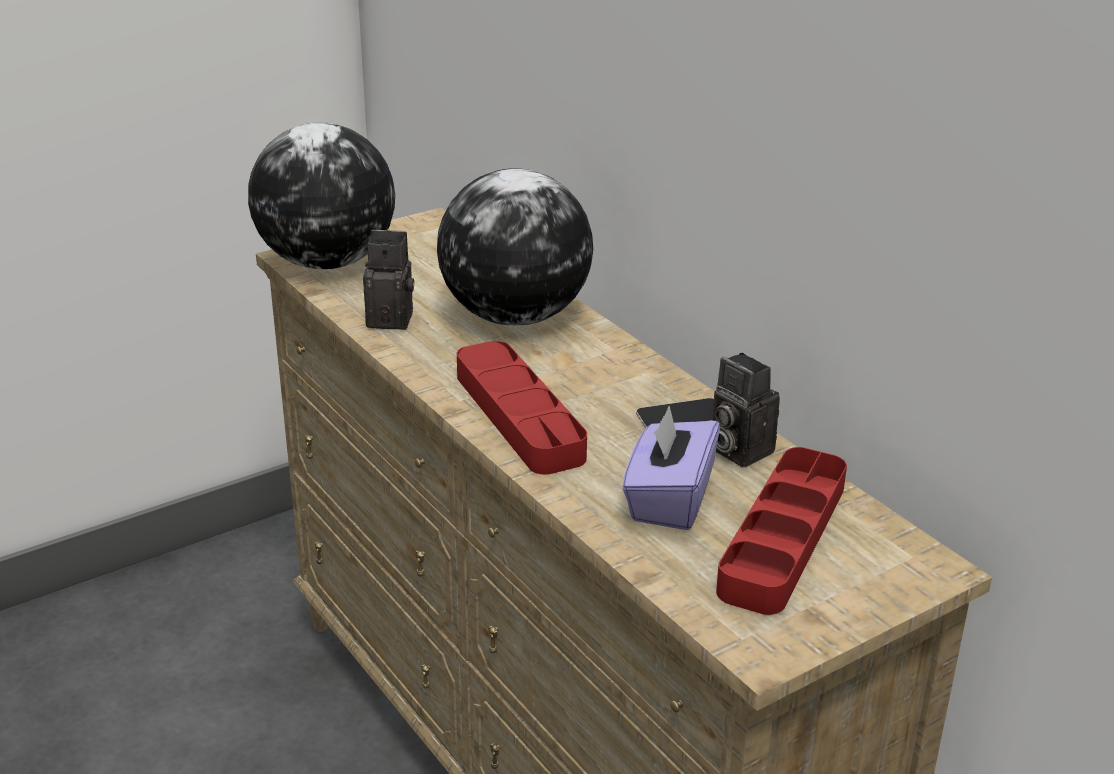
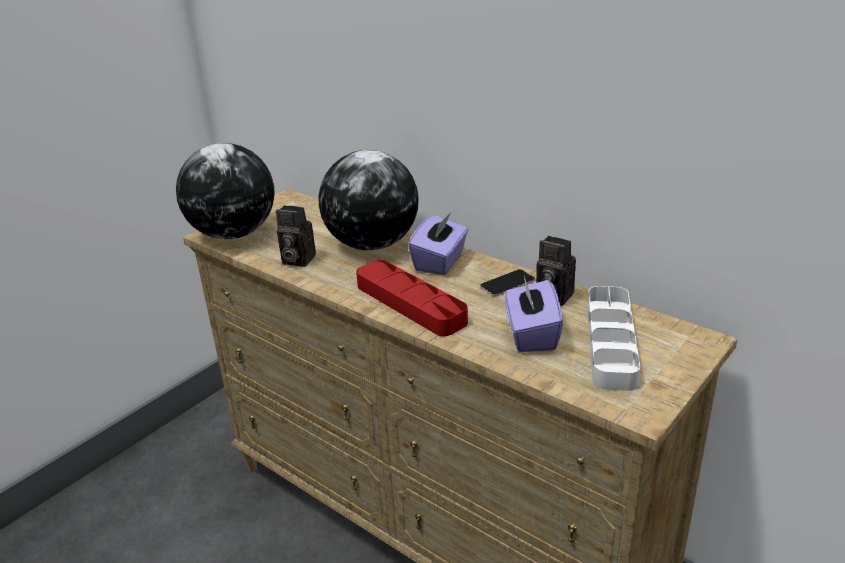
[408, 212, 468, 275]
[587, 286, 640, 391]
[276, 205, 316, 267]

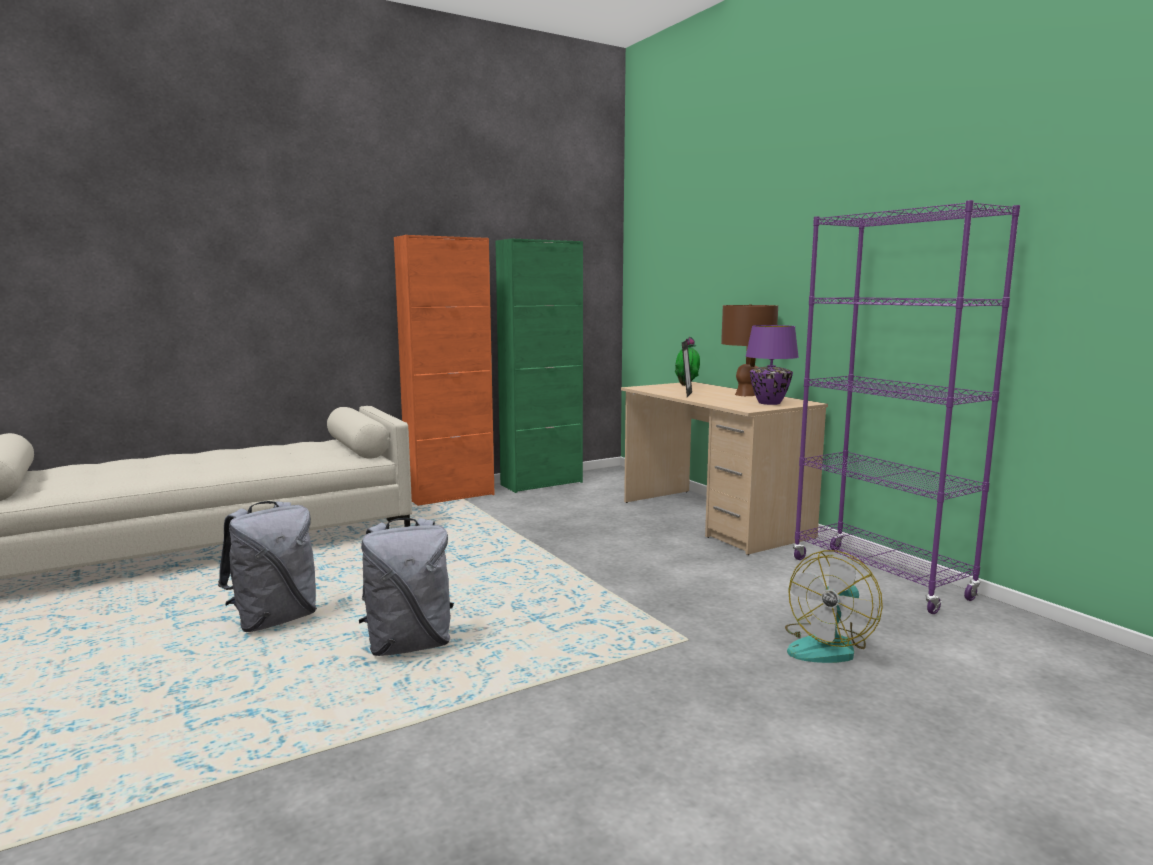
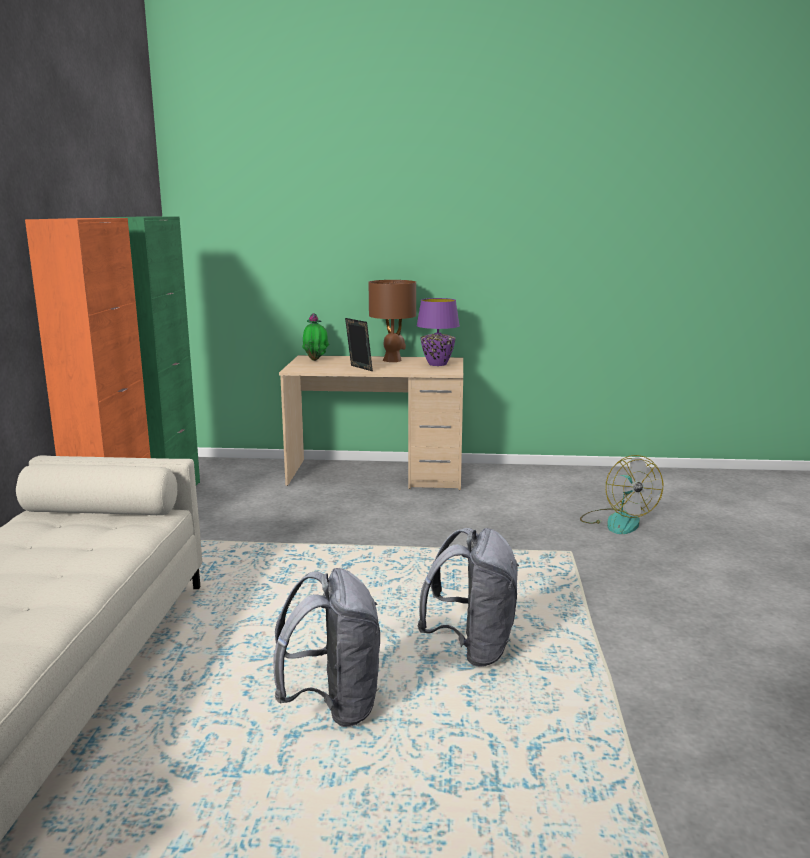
[793, 200, 1020, 614] (first image)

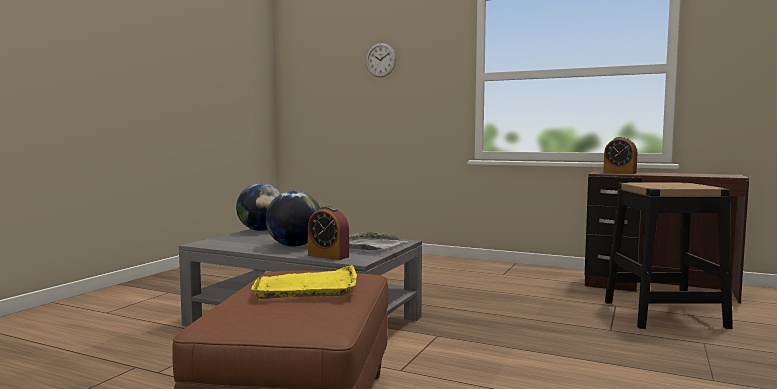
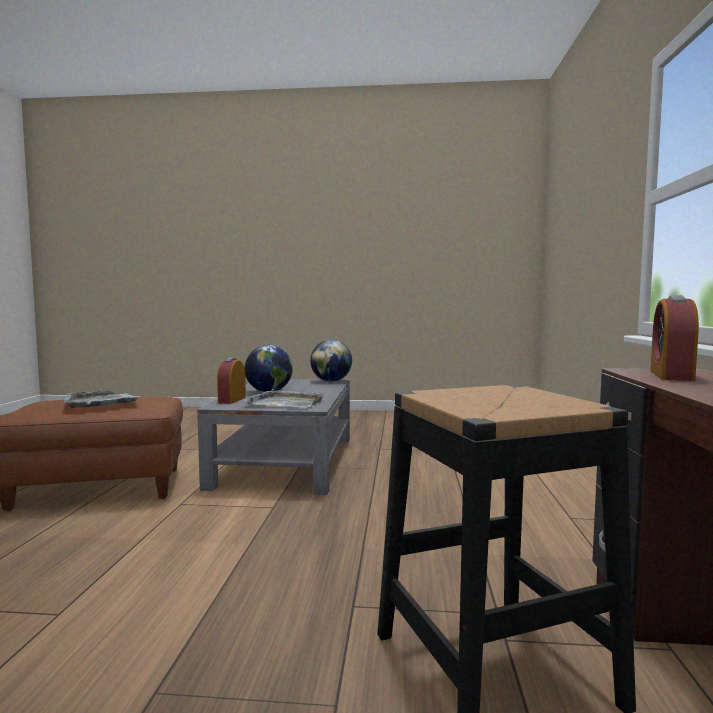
[366, 43, 396, 77] (first image)
[64, 390, 138, 408]

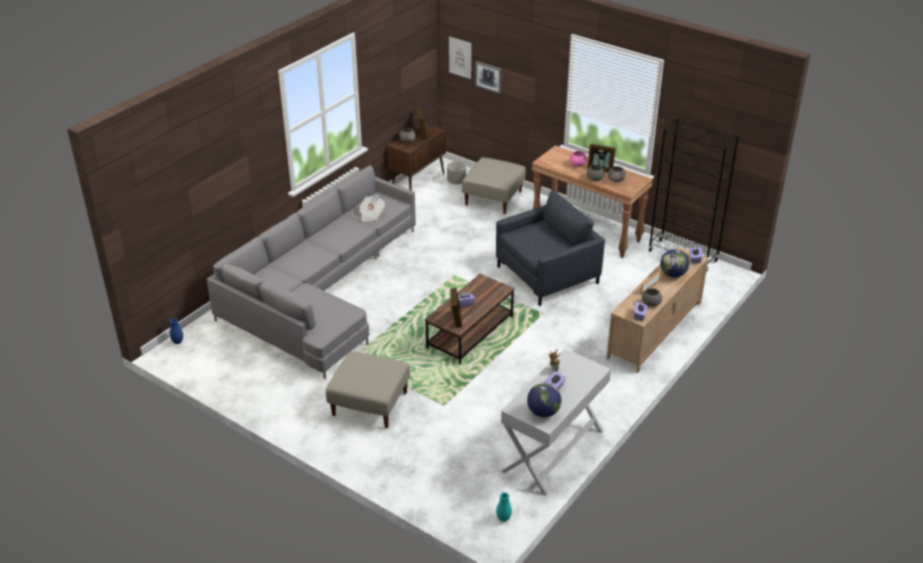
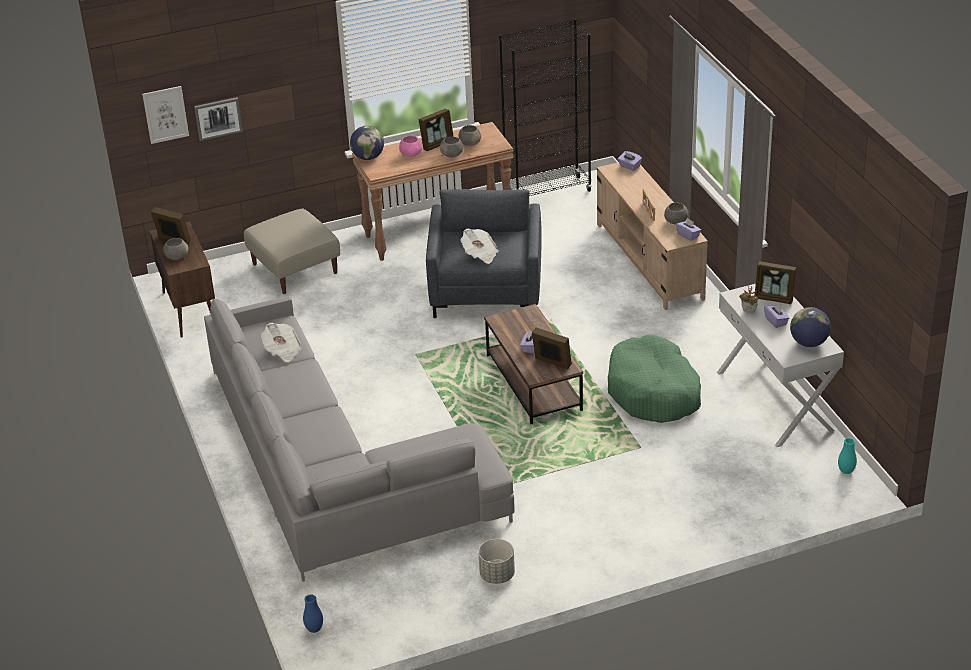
[326, 351, 410, 428] (first image)
[460, 229, 499, 264]
[608, 335, 701, 423]
[755, 261, 796, 304]
[478, 539, 515, 584]
[350, 126, 384, 160]

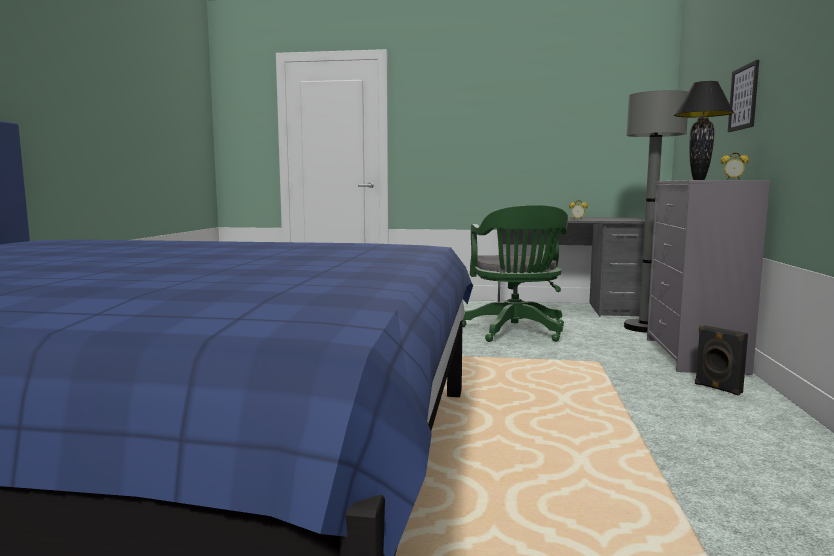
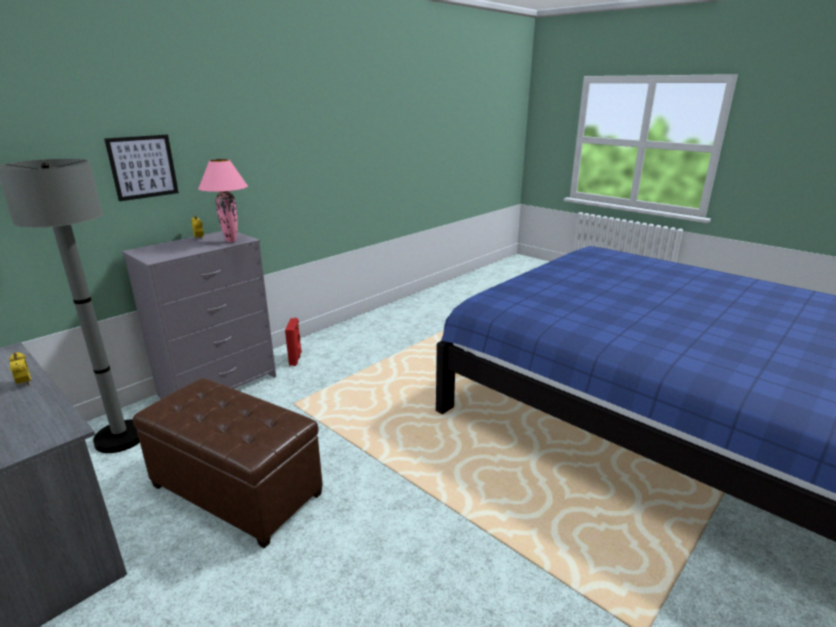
[133, 378, 323, 549]
[198, 159, 248, 243]
[285, 318, 302, 366]

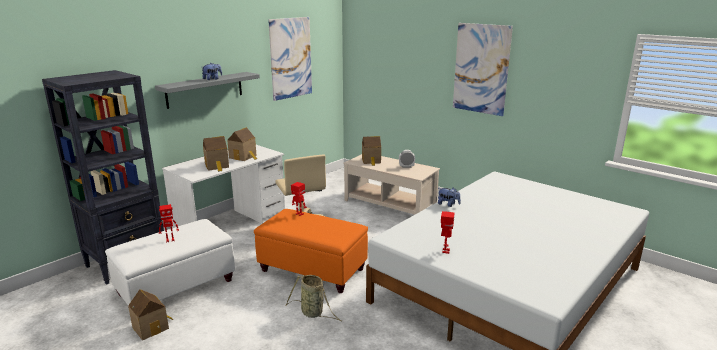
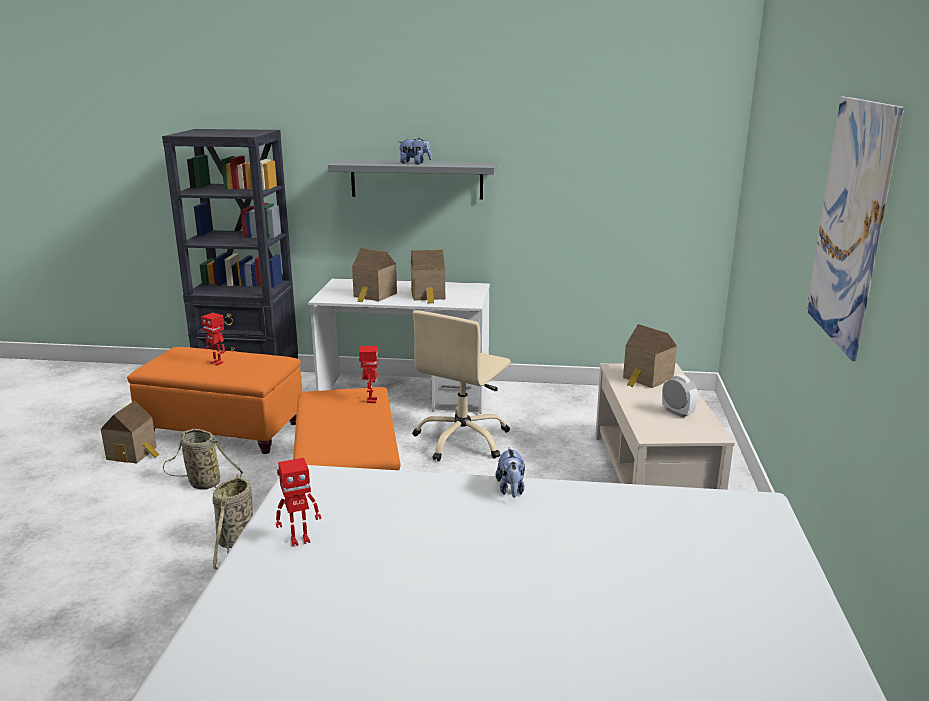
[268, 17, 312, 101] (first image)
[163, 429, 243, 490]
[127, 347, 302, 454]

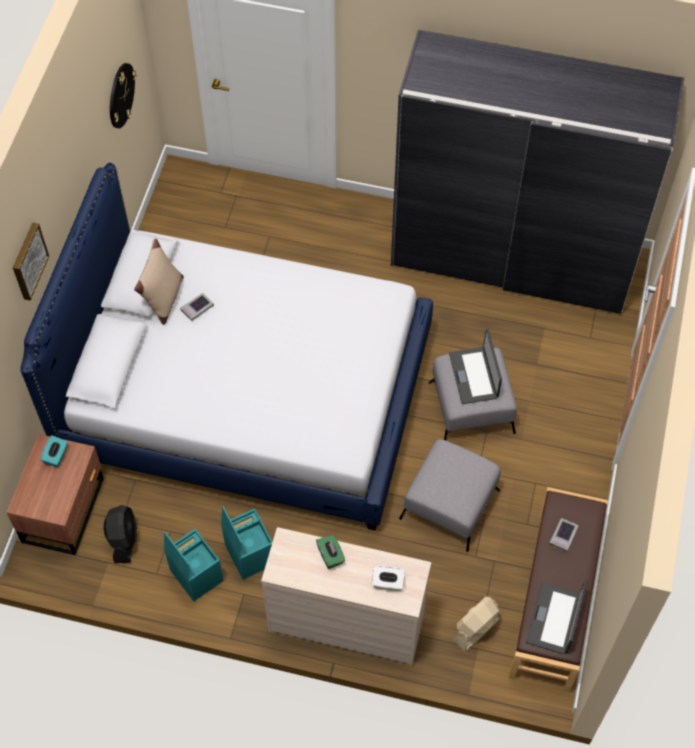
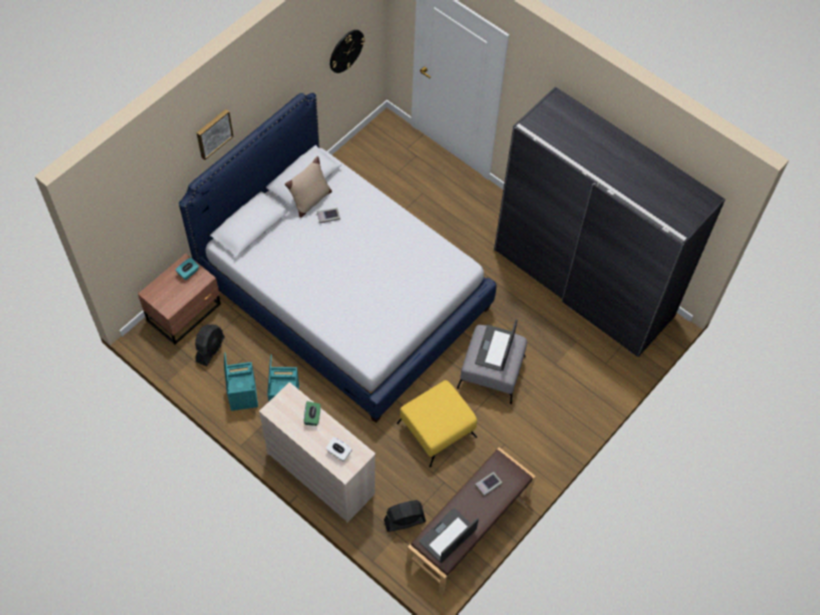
[397, 380, 477, 467]
[384, 500, 426, 532]

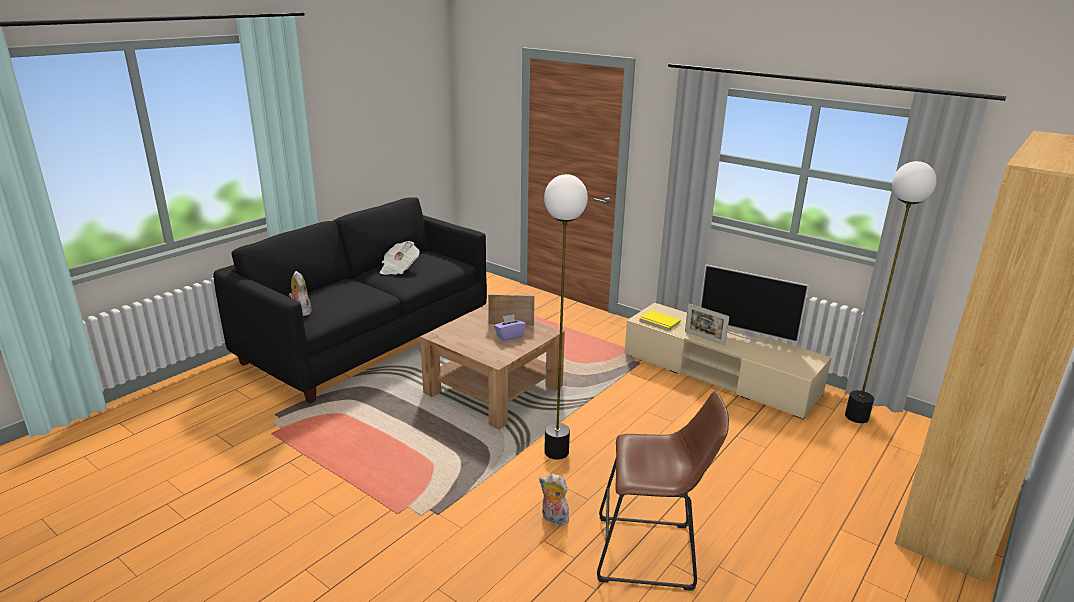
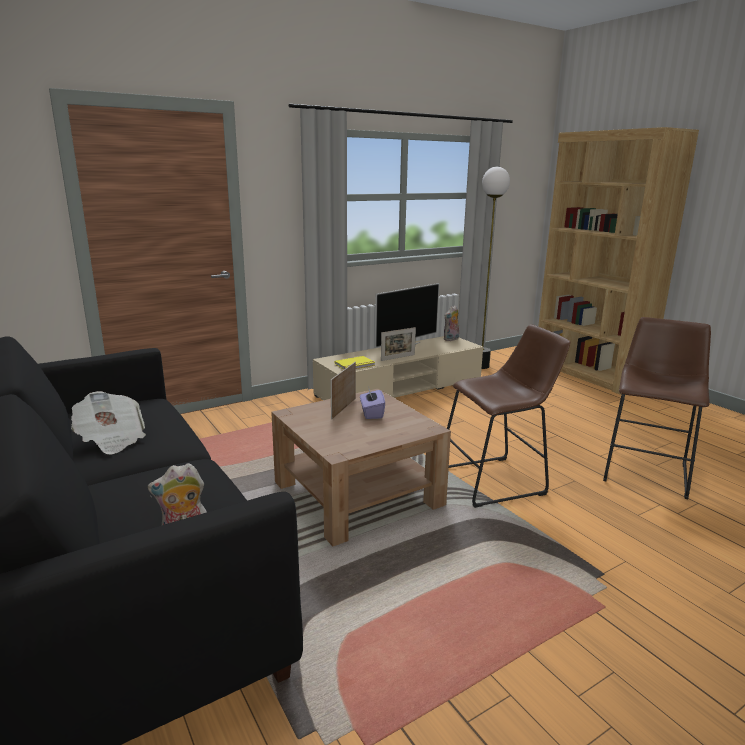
[444, 306, 459, 341]
[447, 324, 570, 508]

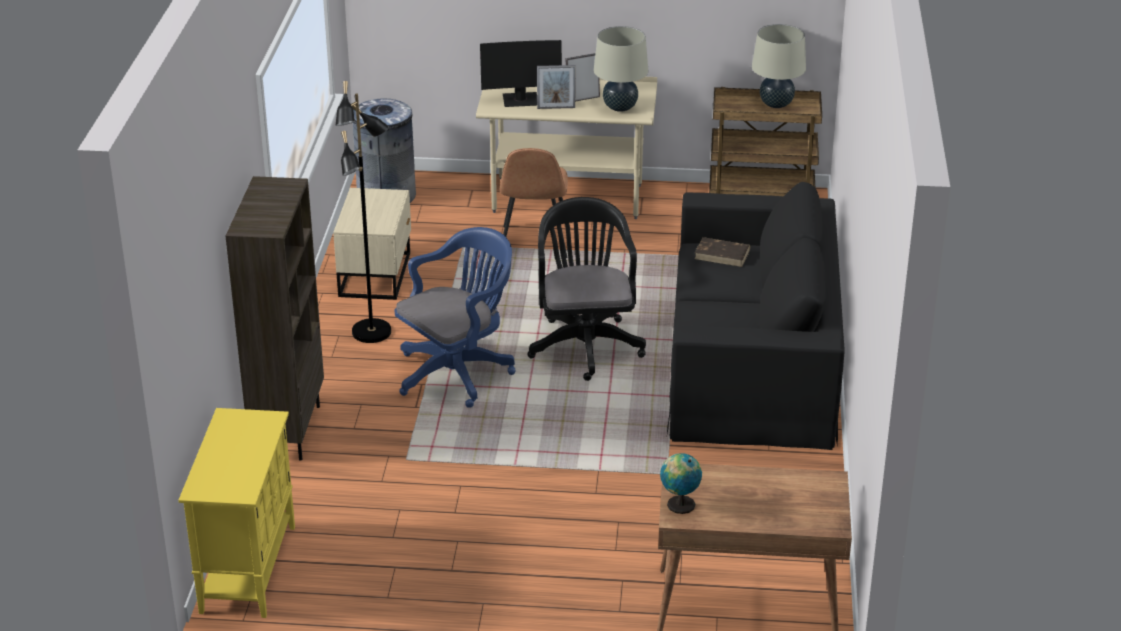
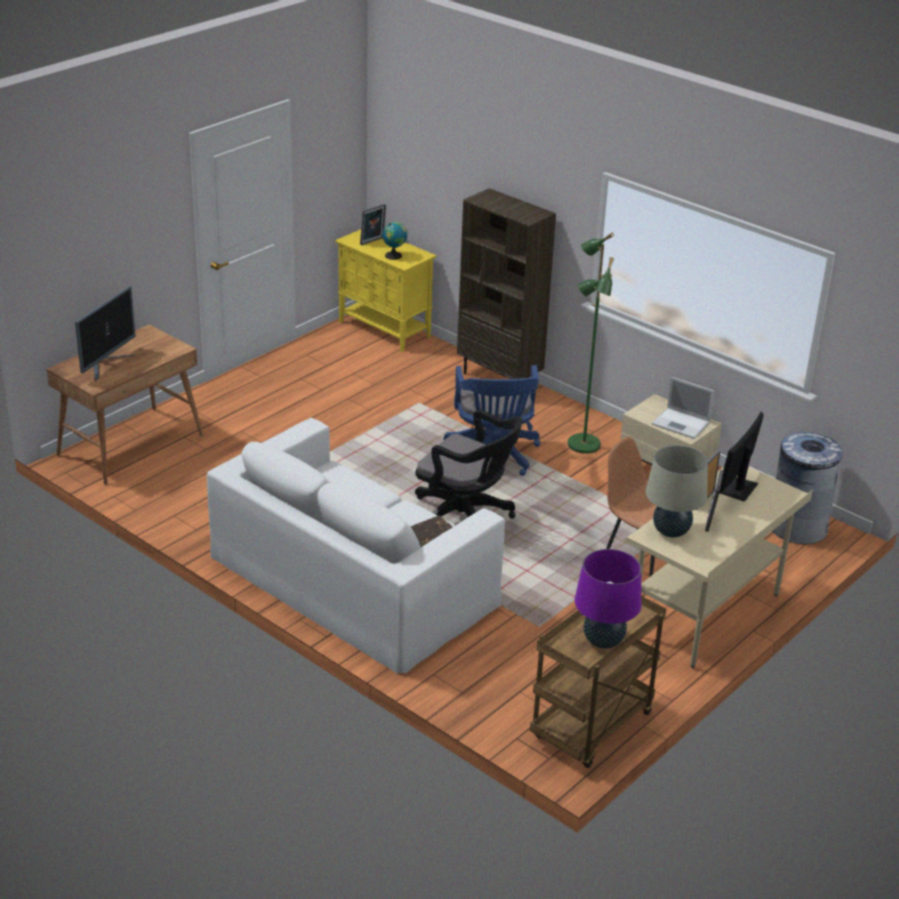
[75, 286, 136, 381]
[360, 204, 386, 245]
[652, 377, 715, 439]
[382, 222, 407, 260]
[568, 233, 614, 454]
[207, 418, 505, 674]
[575, 549, 641, 648]

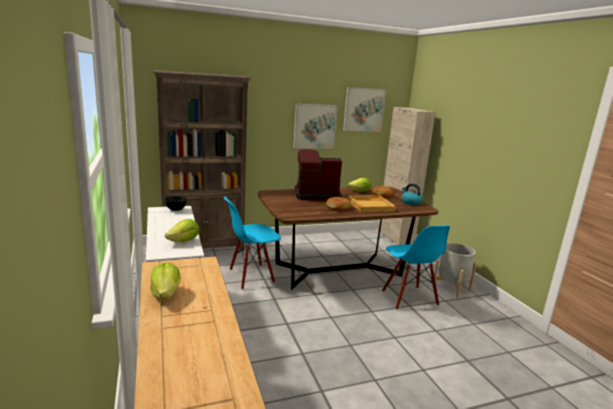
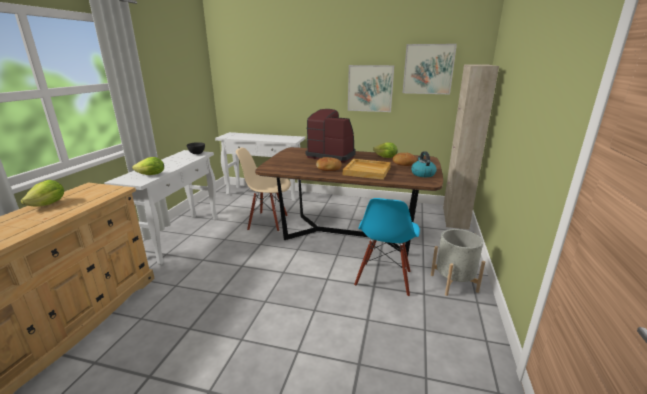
[215, 132, 305, 202]
[236, 148, 291, 232]

